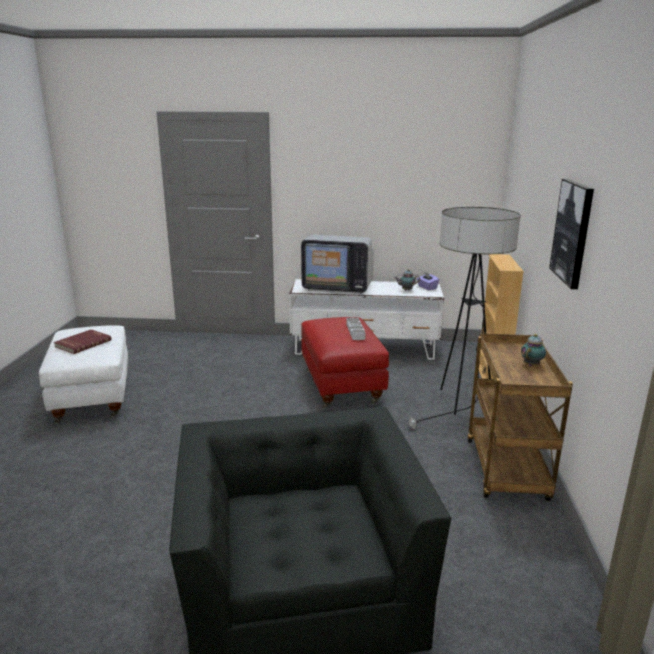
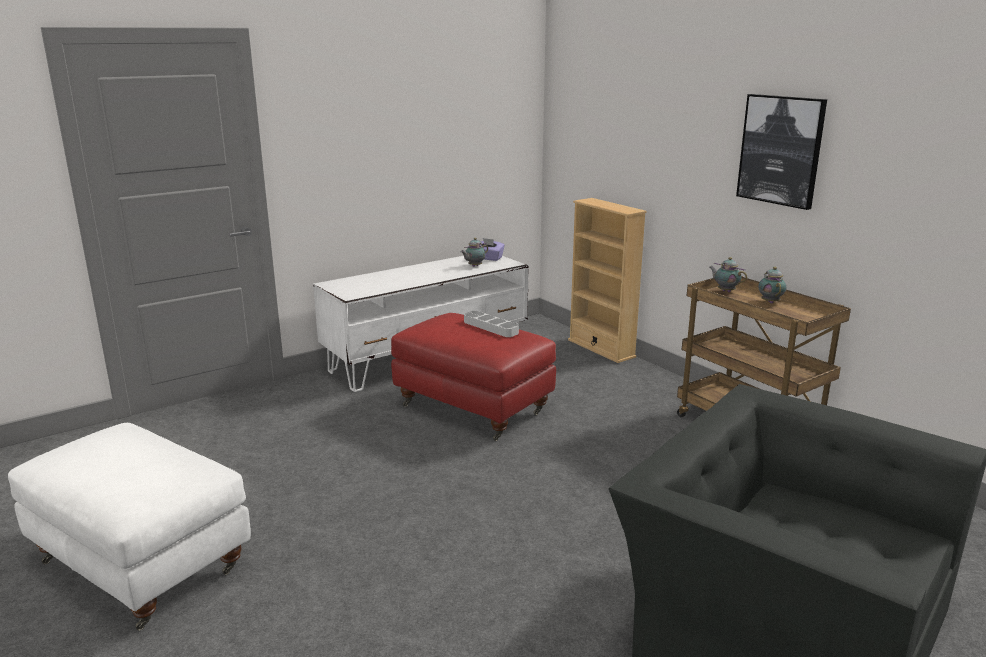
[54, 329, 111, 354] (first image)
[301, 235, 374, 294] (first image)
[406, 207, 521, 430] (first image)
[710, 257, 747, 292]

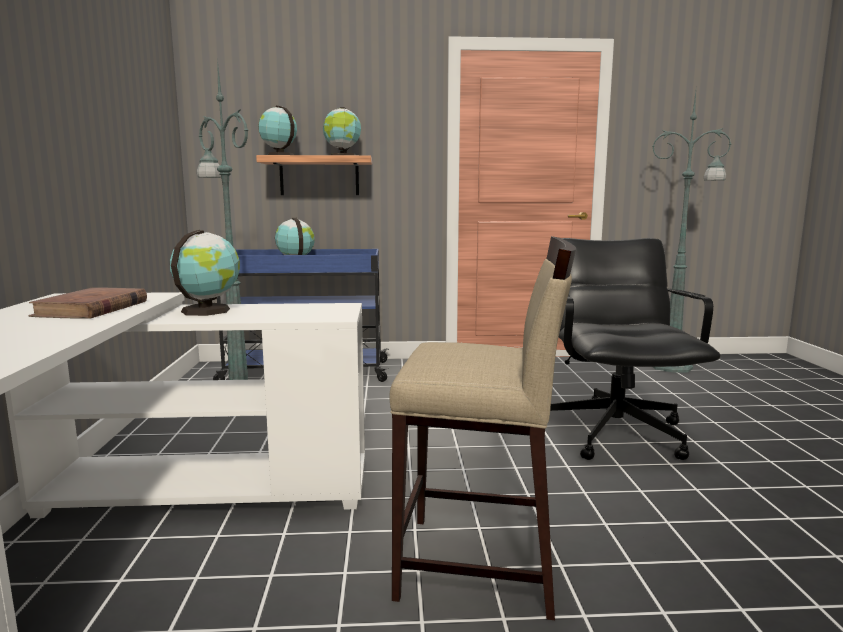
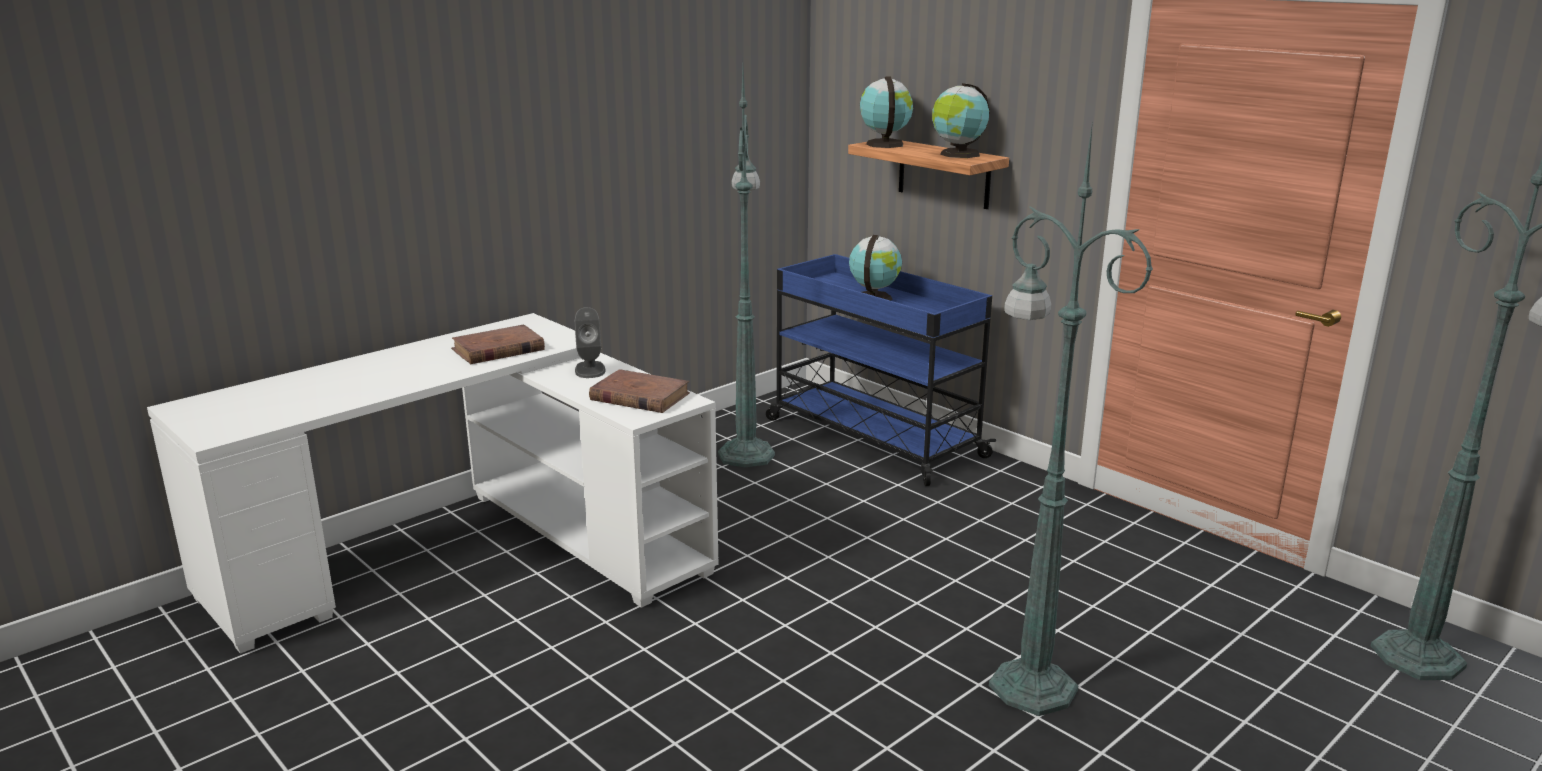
[389, 236, 577, 620] (first image)
[589, 369, 690, 413]
[575, 307, 605, 378]
[989, 120, 1153, 716]

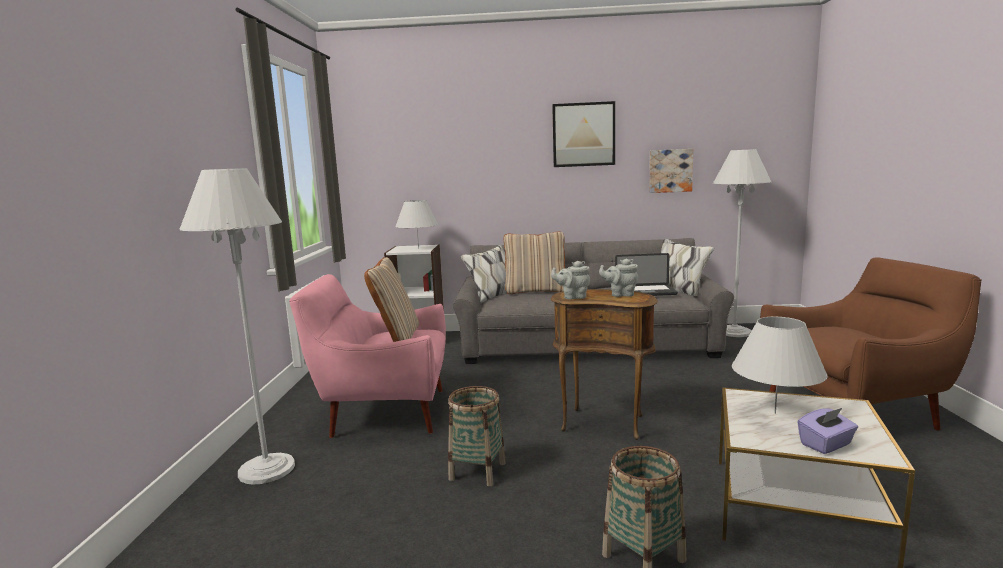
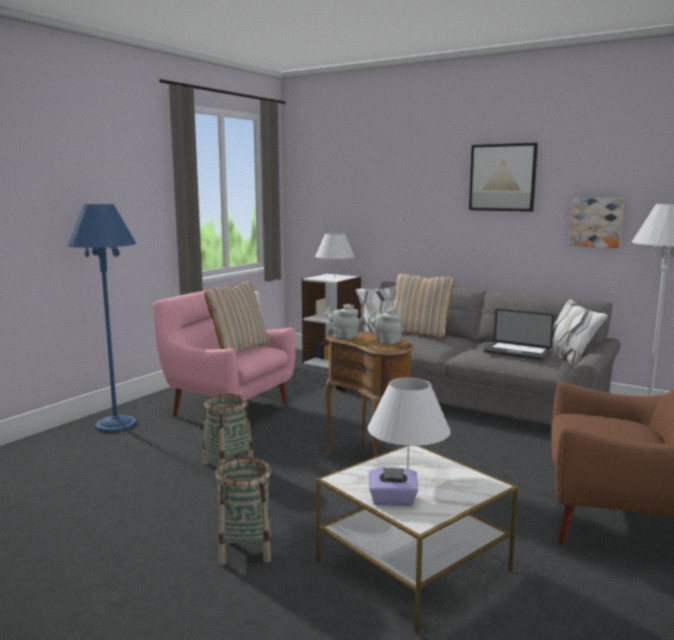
[66, 204, 136, 432]

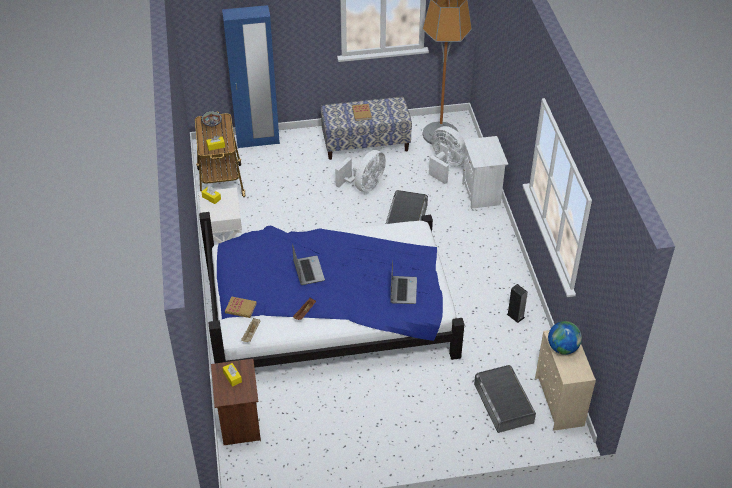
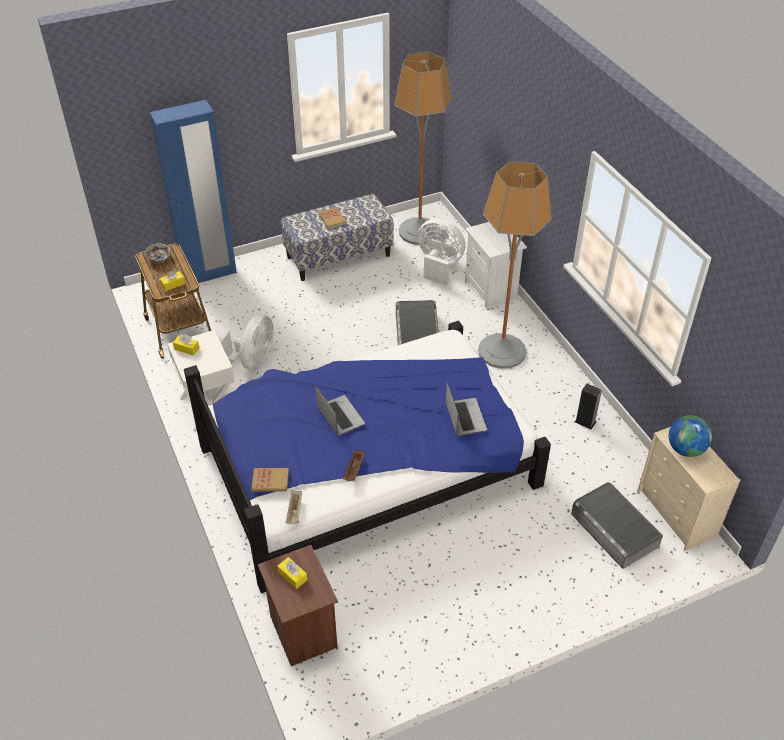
[478, 161, 552, 369]
[219, 314, 274, 370]

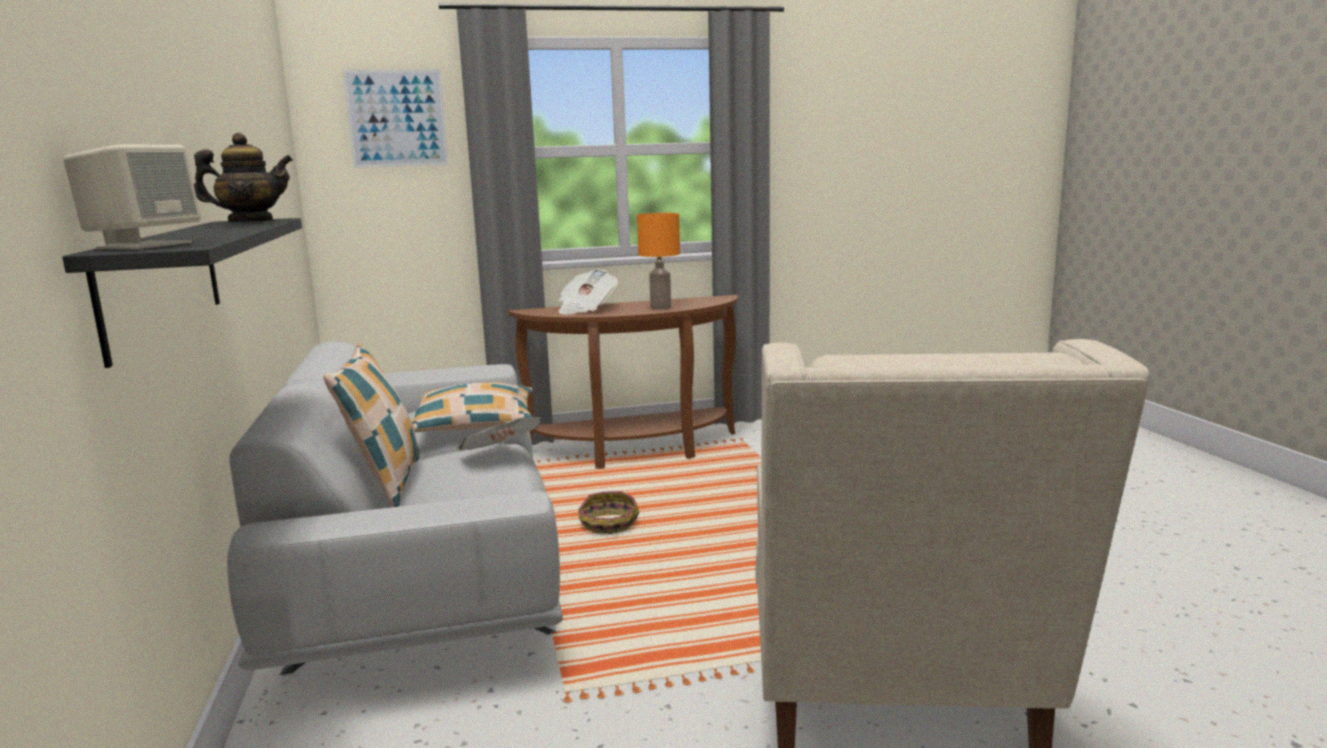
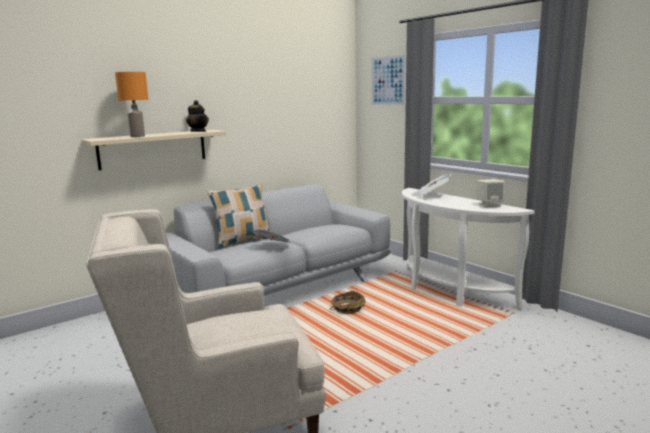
[412, 382, 533, 432] (first image)
[477, 179, 505, 207]
[115, 72, 148, 137]
[81, 130, 226, 170]
[402, 188, 535, 309]

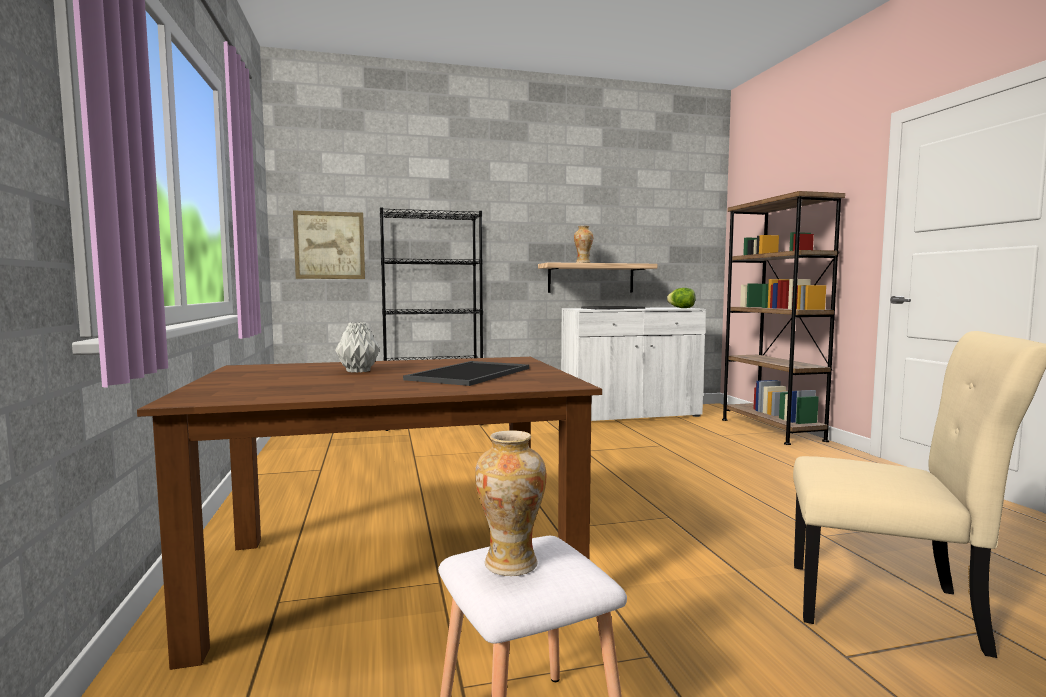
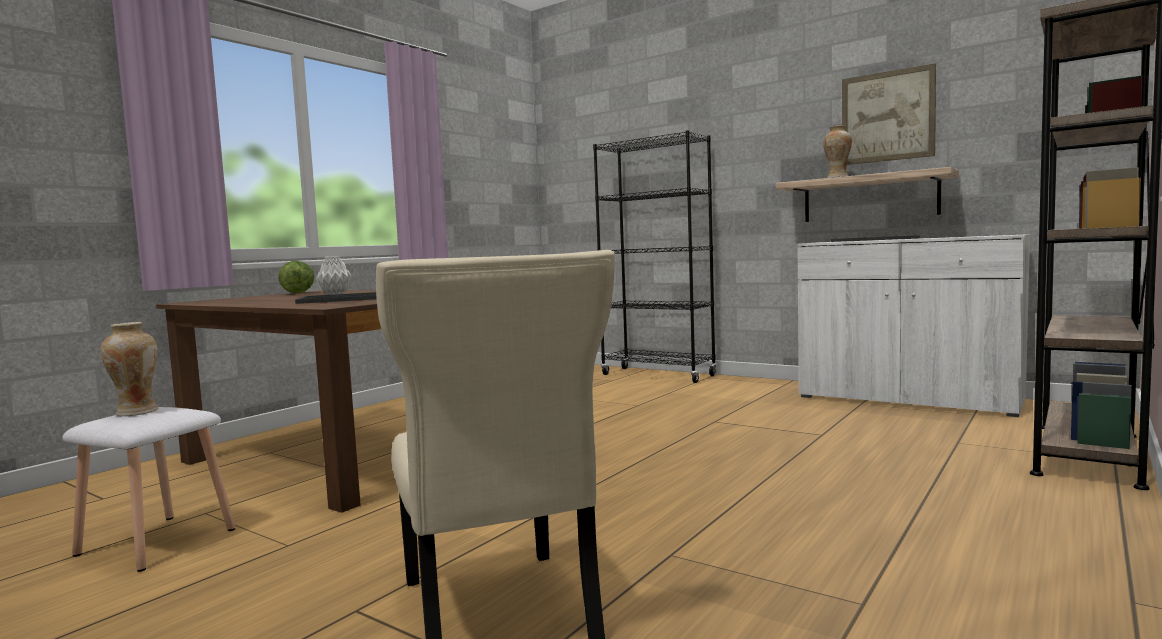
[842, 63, 936, 165]
[278, 261, 314, 293]

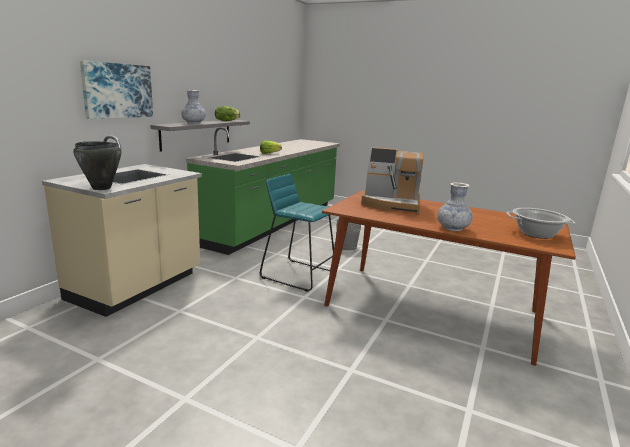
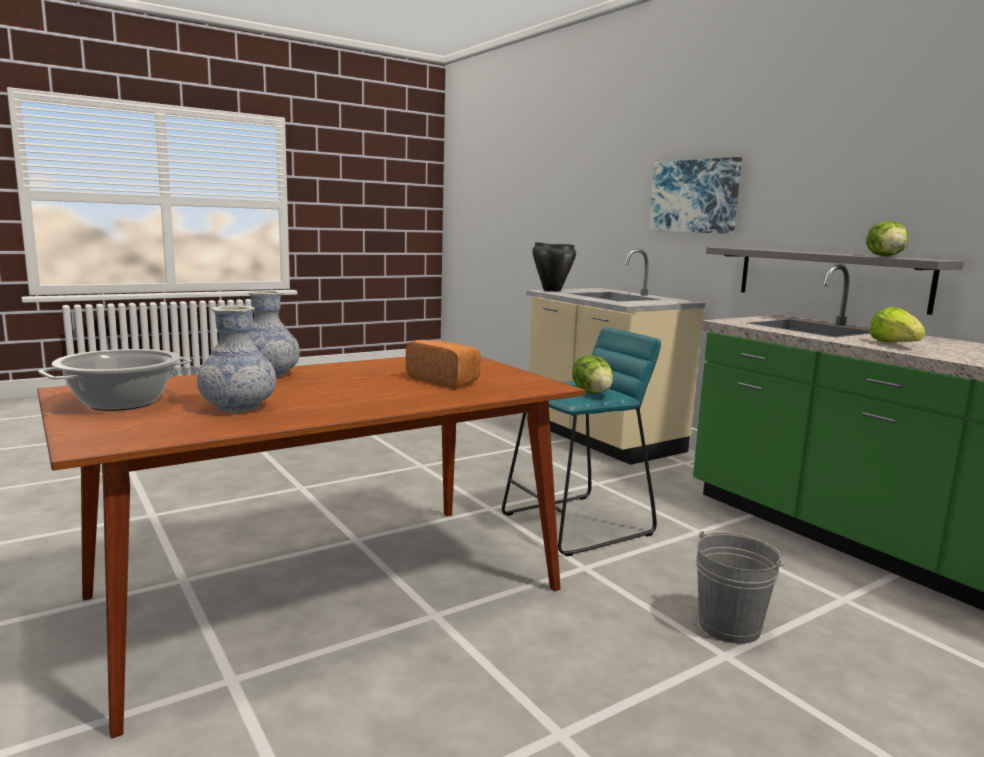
[573, 355, 613, 394]
[197, 305, 276, 412]
[406, 340, 481, 388]

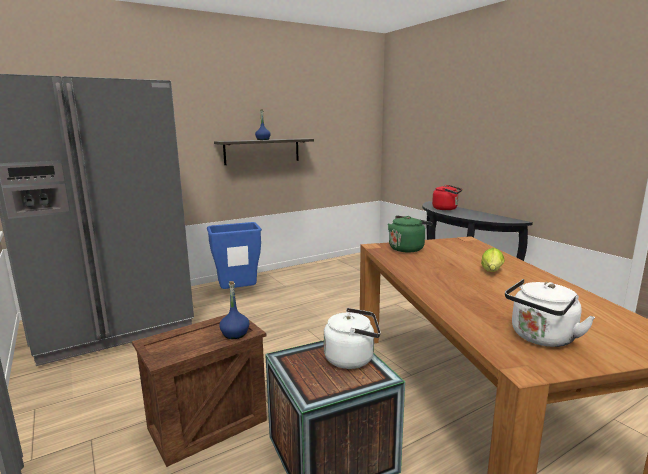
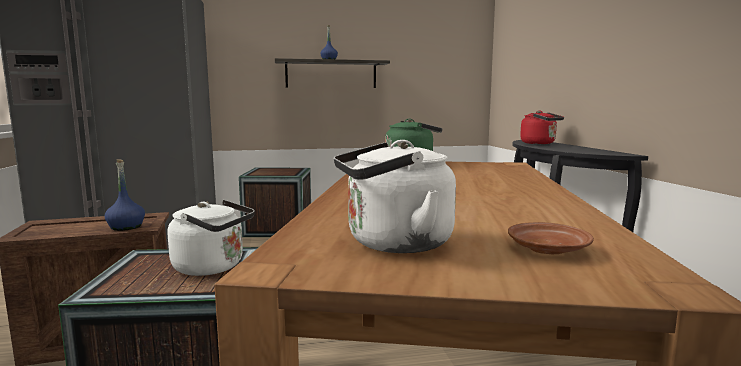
[481, 248, 505, 272] (first image)
[508, 222, 594, 254]
[239, 168, 311, 237]

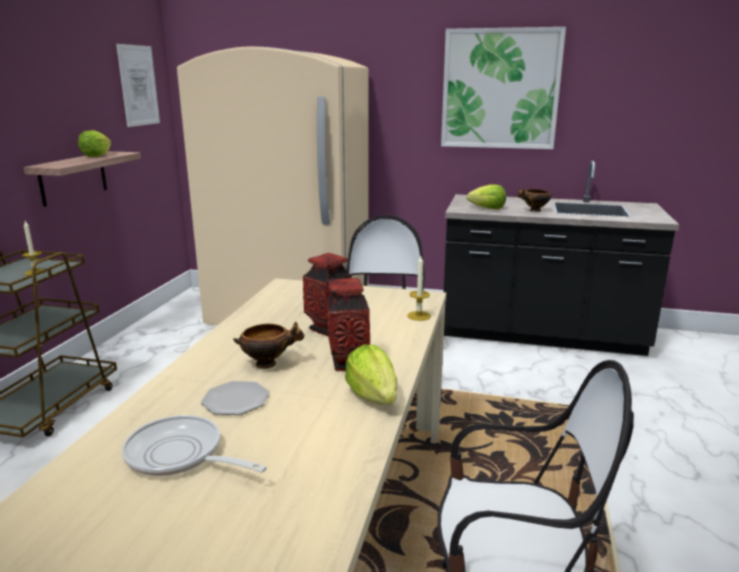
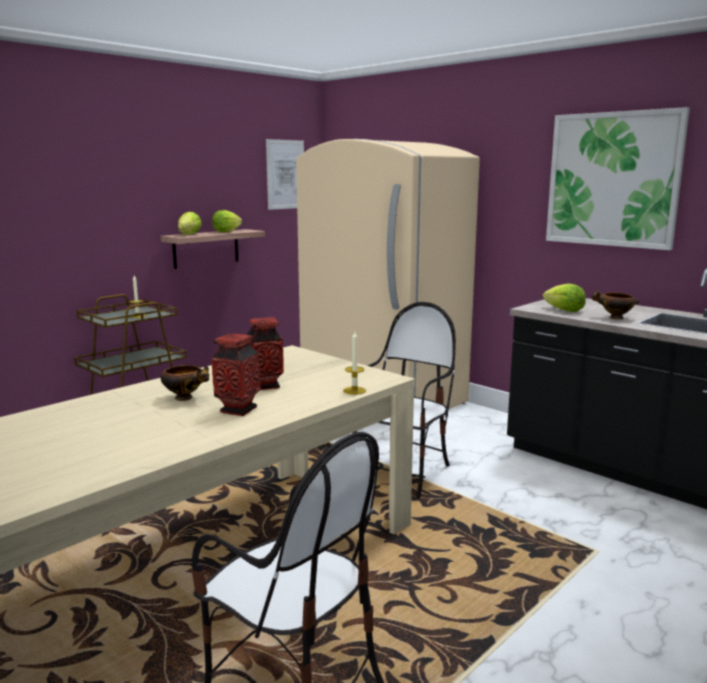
[122, 415, 267, 476] (first image)
[201, 381, 269, 415] (first image)
[178, 212, 202, 235]

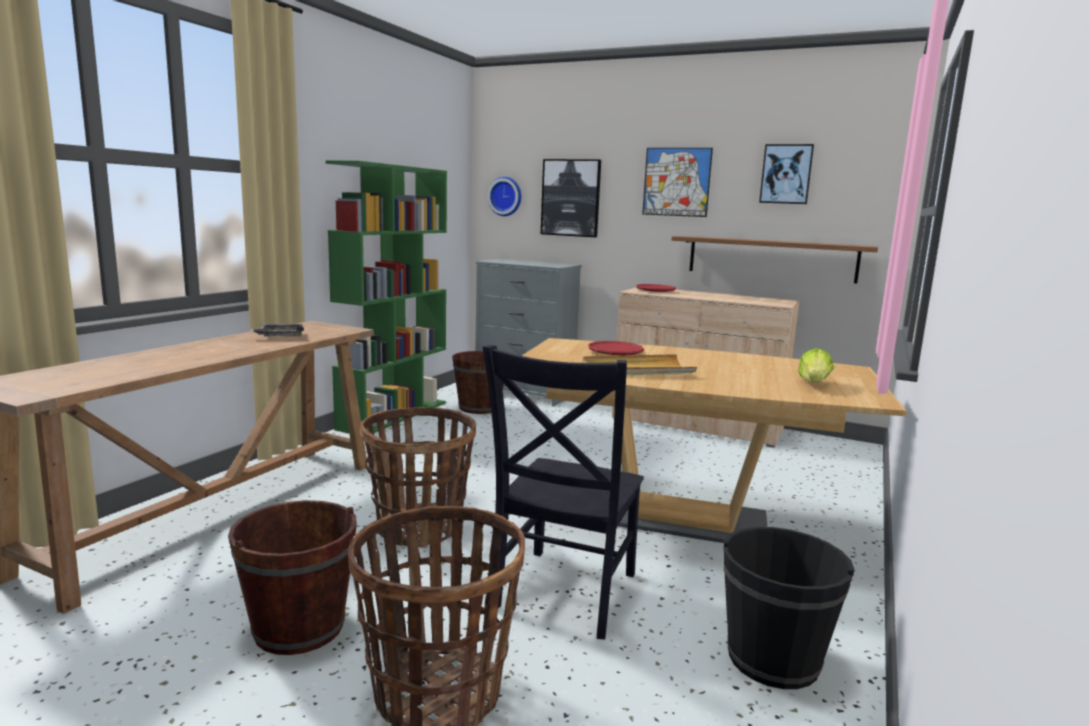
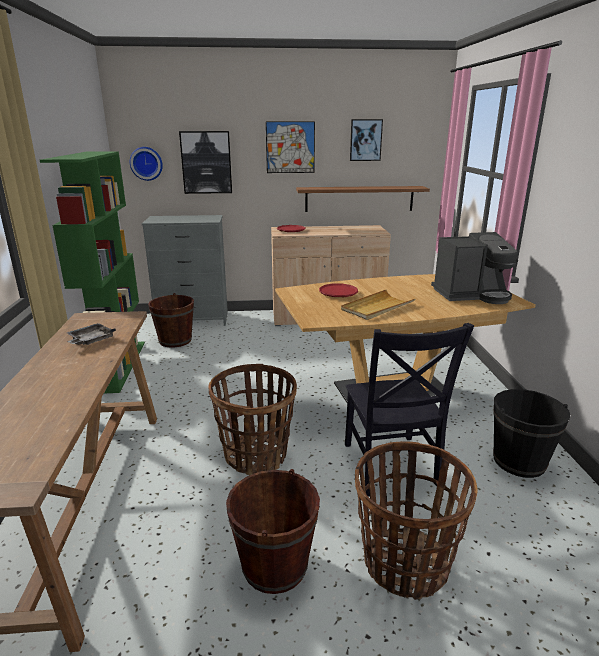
[431, 232, 518, 304]

